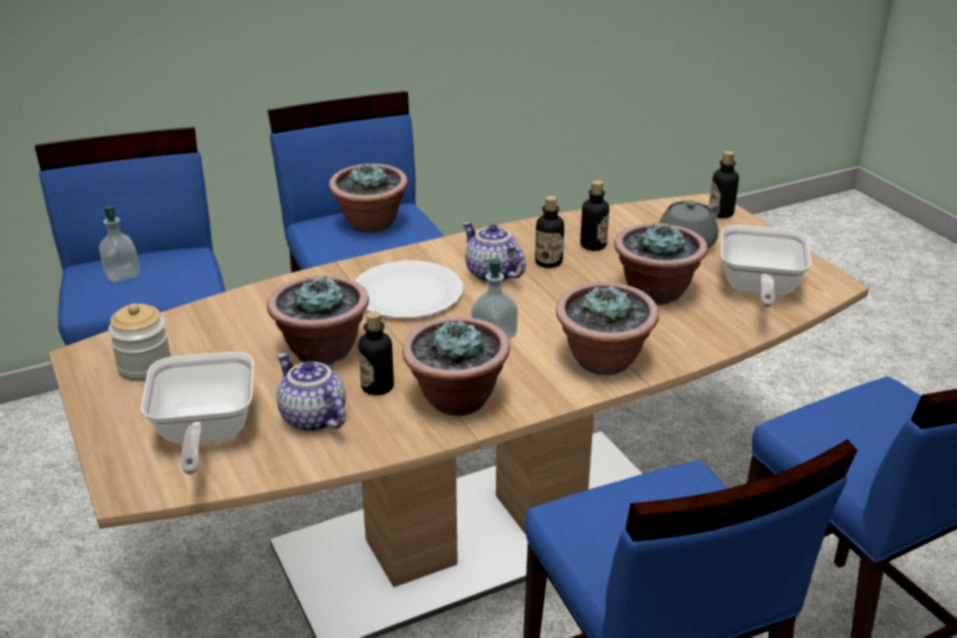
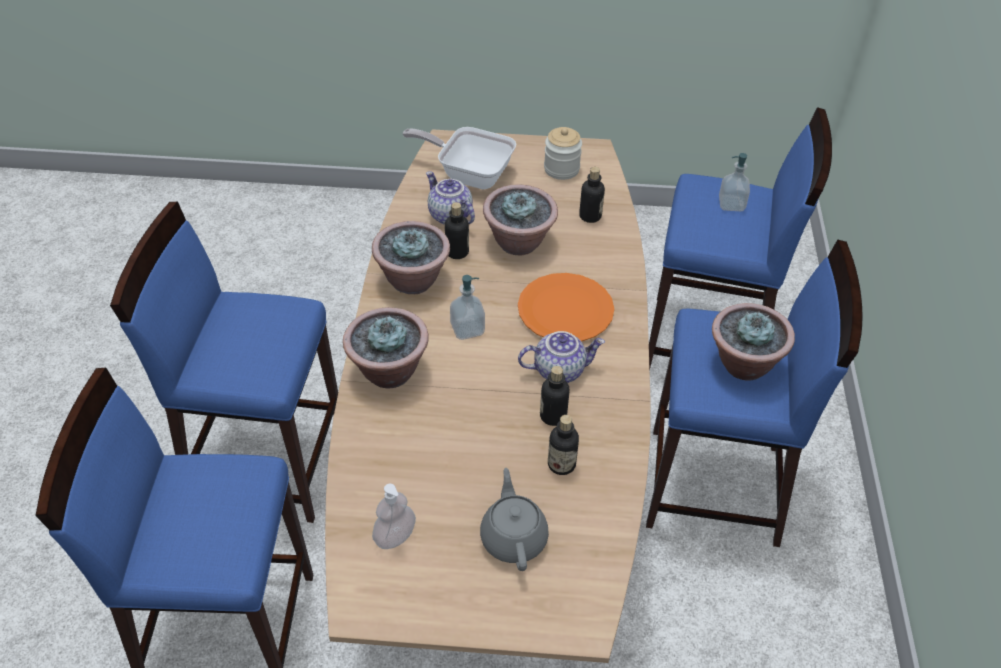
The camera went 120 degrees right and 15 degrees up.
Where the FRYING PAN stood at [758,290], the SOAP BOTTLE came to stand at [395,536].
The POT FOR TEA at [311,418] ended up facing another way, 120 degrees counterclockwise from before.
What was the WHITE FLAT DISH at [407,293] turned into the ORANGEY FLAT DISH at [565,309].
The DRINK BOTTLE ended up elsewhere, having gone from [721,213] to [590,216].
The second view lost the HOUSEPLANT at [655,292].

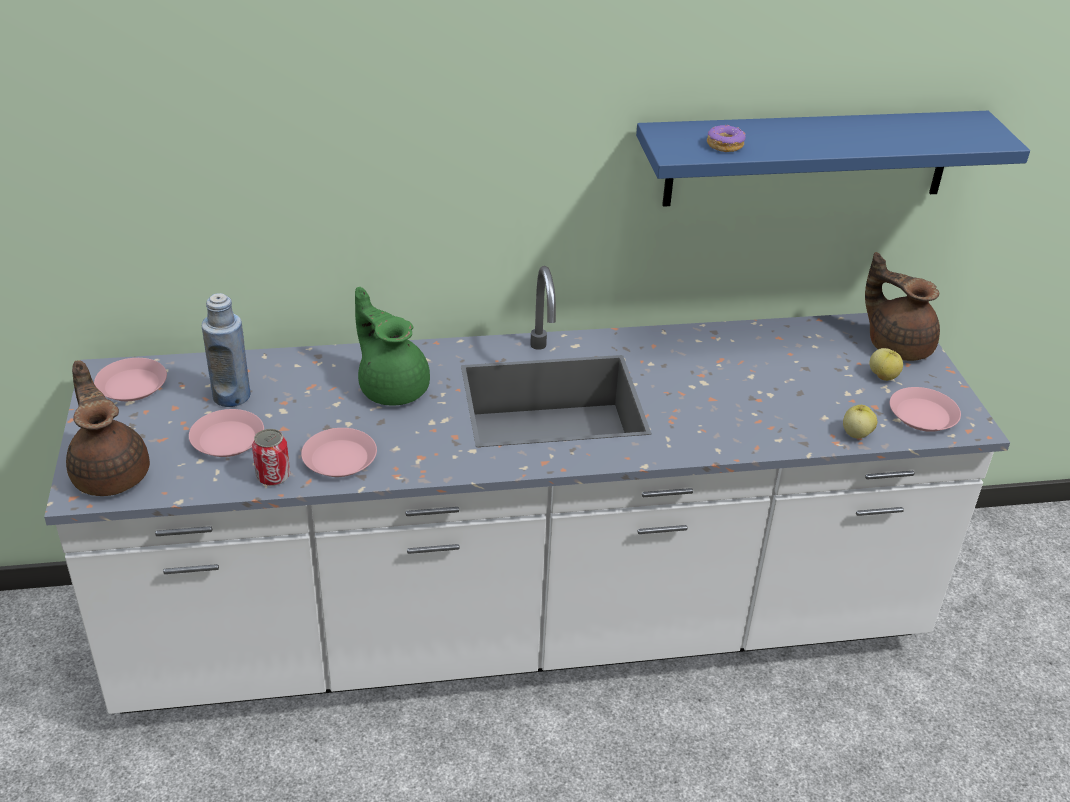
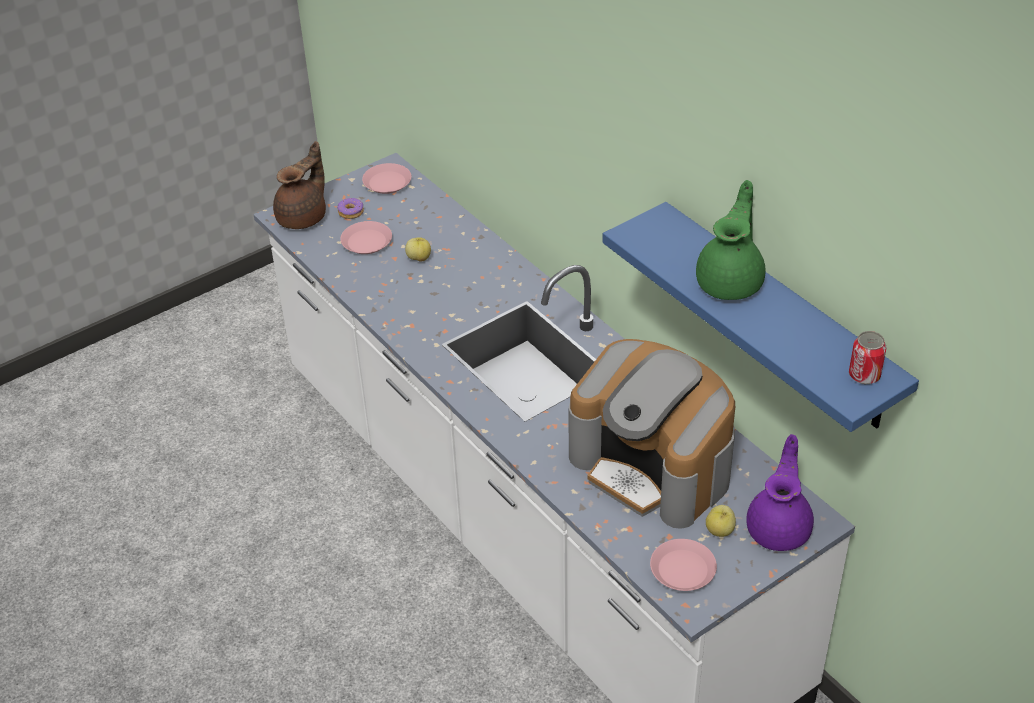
The camera went 65 degrees right and 5 degrees up.
The DONUT ended up elsewhere, having gone from [724,145] to [351,212].
The APPLE FRUIT ended up elsewhere, having gone from [856,434] to [419,258].
The second view gained the COFFEE MAKER at [653,467].
The GREEN POT FOR TEA ended up elsewhere, having gone from [392,387] to [731,282].
What was the BROWN-COLOURED POT FOR TEA at [897,345] turned into the PURPLISH POT FOR TEA at [779,528].
The METAL CAN ended up elsewhere, having gone from [273,476] to [864,375].
The second view lost the BLUE DRINK BOTTLE at [231,396].
The second view lost the PINKISH FLAT DISH at [340,459].

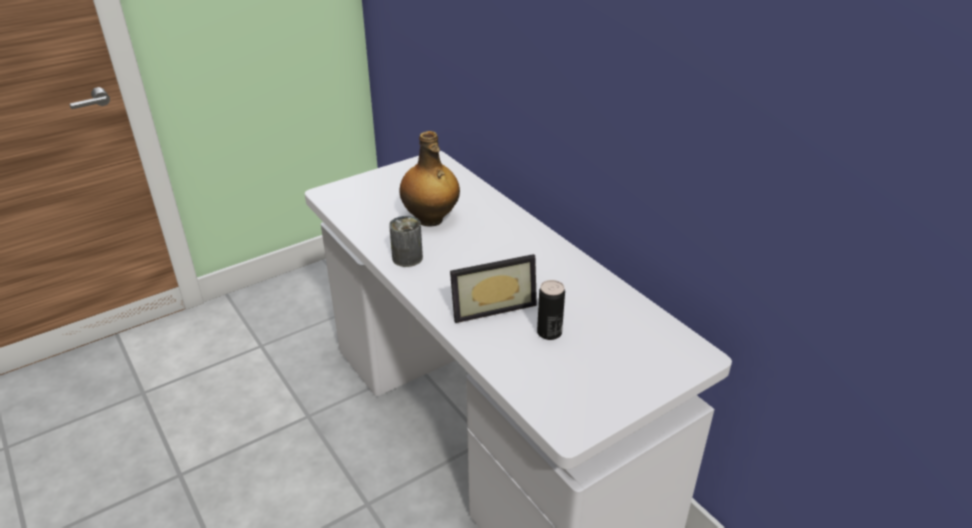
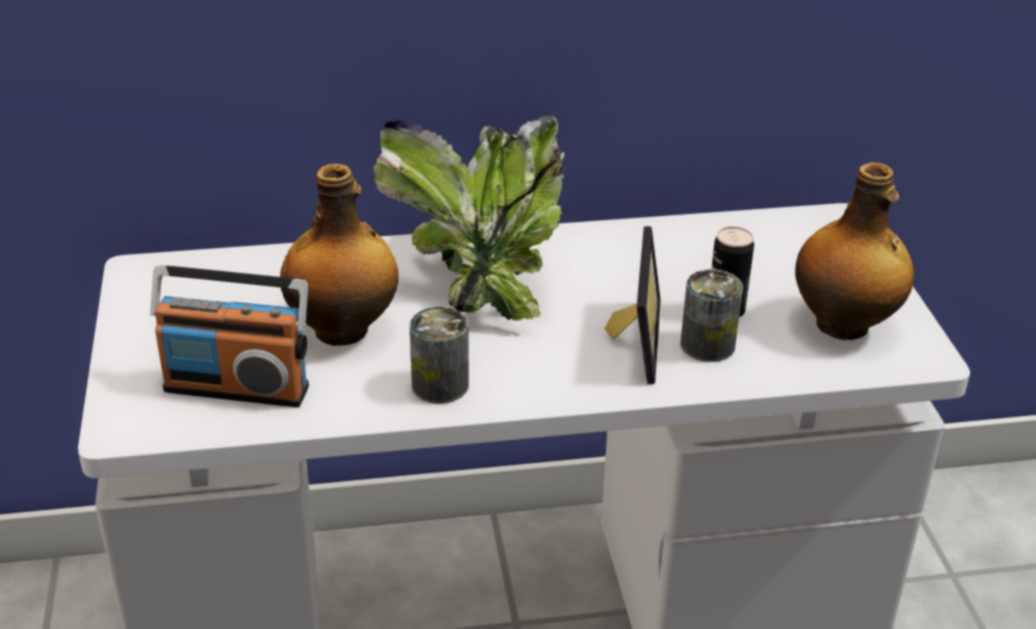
The camera went 65 degrees left and 0 degrees up.
The second view gained the RADIO at [237,387].
The second view gained the HOUSEPLANT at [482,278].
The second view gained the METAL CAN at [707,345].
The second view gained the DRINK BOTTLE at [844,326].

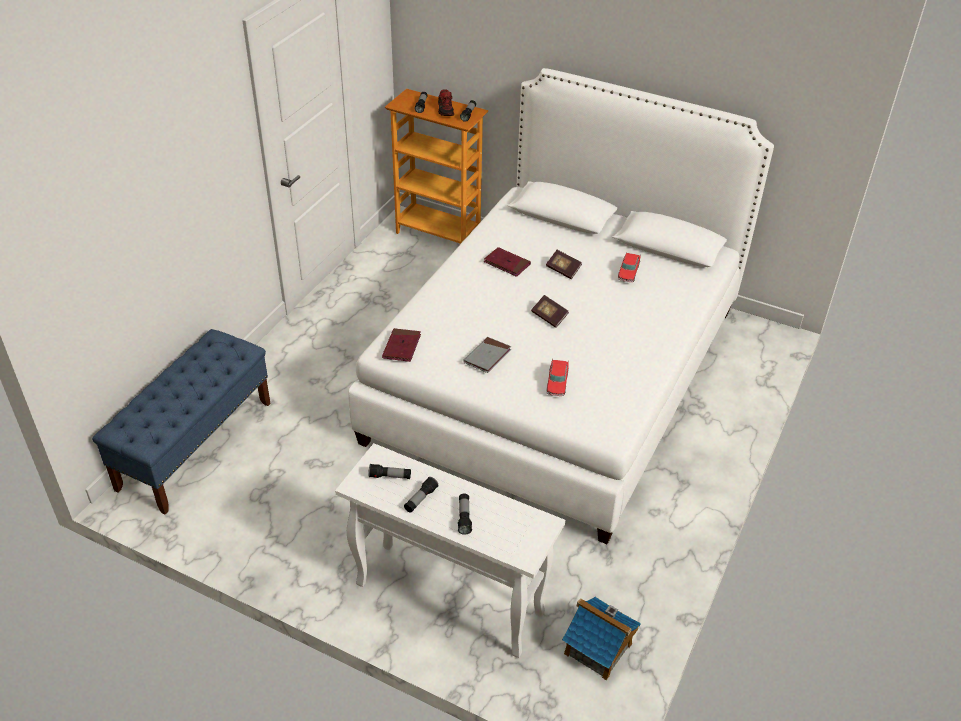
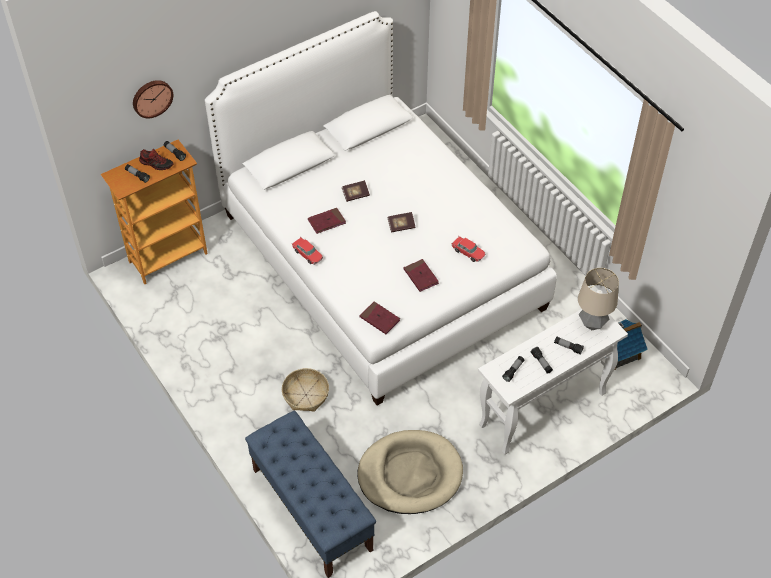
The camera went 60 degrees left and 10 degrees up.
The second view gained the CLOCK ON THE WALL at [151,97].
The second view gained the BASKET at [305,395].
The MODEL CAR ended up elsewhere, having gone from [628,272] to [307,254].
The second view gained the BEIGE-COLOURED PET BED at [410,474].
What was the GREYISH BOOK at [487,357] turned into the REDDISH BOOK at [421,276].
The second view gained the TABLE LAMP at [592,324].

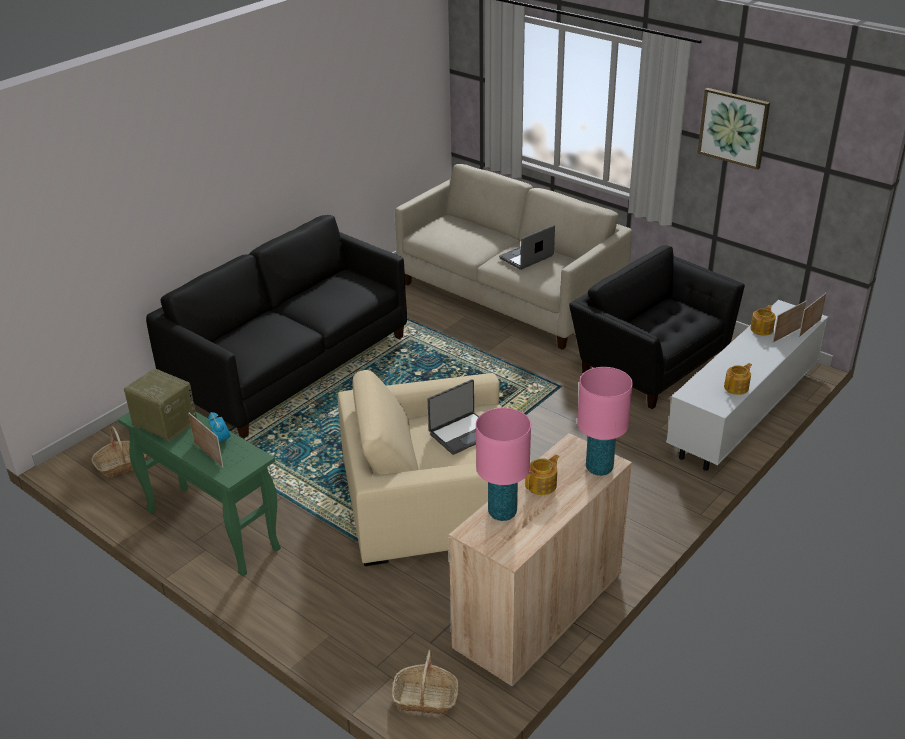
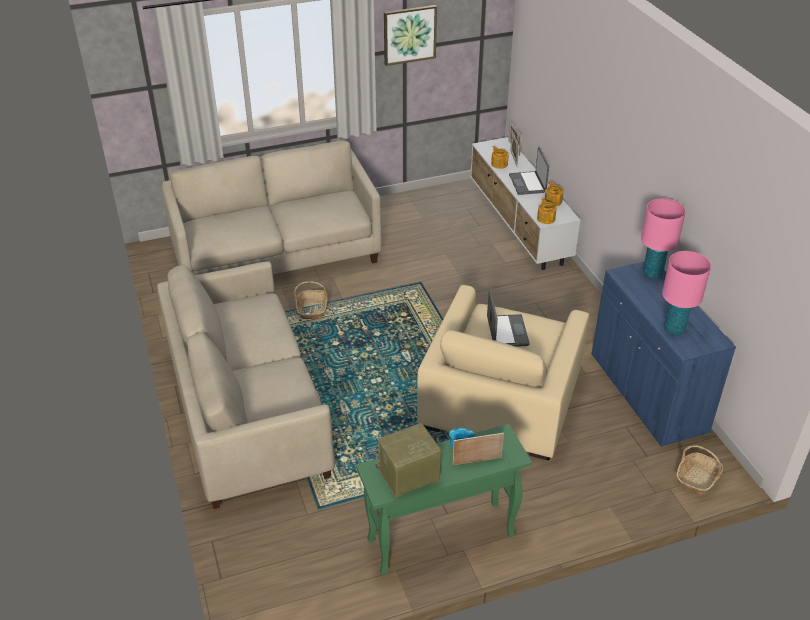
The camera went 60 degrees left and 5 degrees up.
What was the BLACK SETTEE at [290,365] turned into the BEIGE-COLOURED SETTEE at [247,412].
The BASKET ended up elsewhere, having gone from [121,465] to [312,309].
The PORTABLE COMPUTER ended up elsewhere, having gone from [527,258] to [528,184].
The POT FOR TEA ended up elsewhere, having gone from [542,485] to [546,218].
What was the BEIGE-COLOURED CABINET at [538,611] turned into the BLUE CABINET at [647,393].
The second view lost the BLACK LOUNGE CHAIR at [651,362].

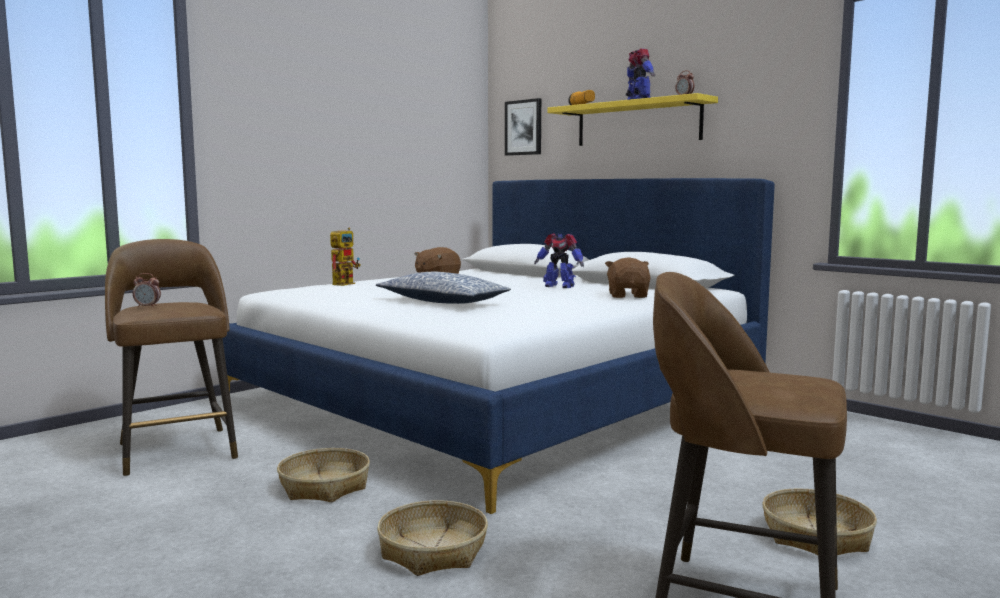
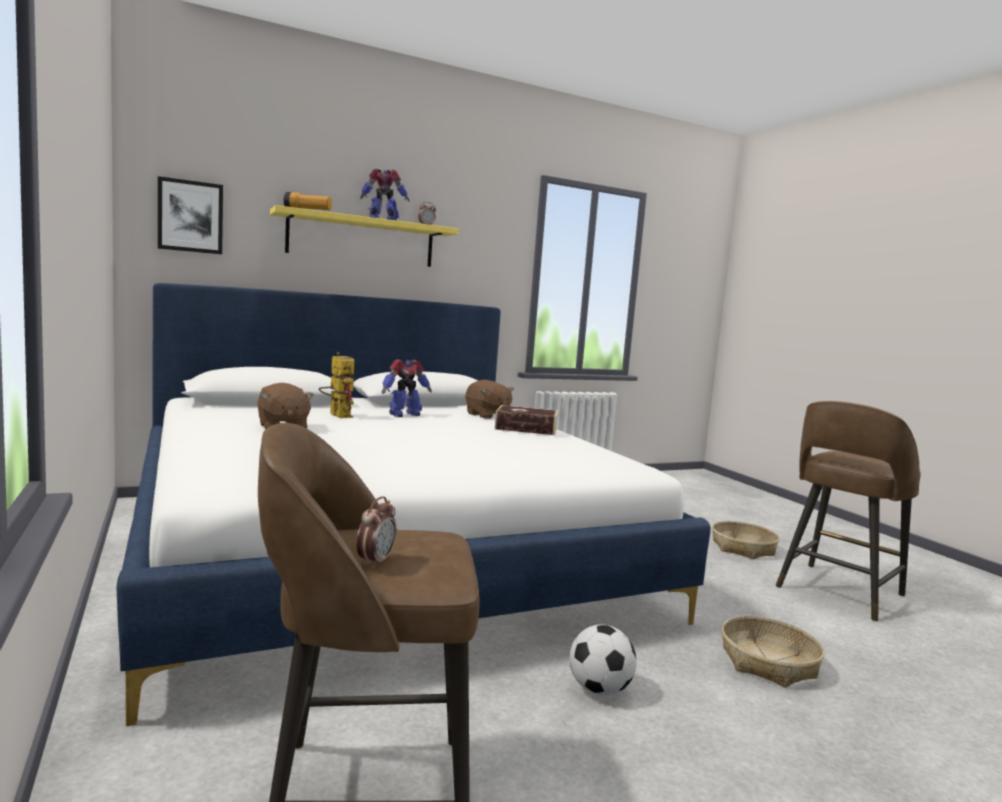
The camera went 70 degrees left and 0 degrees up.
The ROBOT FIGURE ended up elsewhere, having gone from [345,283] to [336,415].
The BROWN-COLOURED SOFT TOY at [628,295] ended up facing another way, 150 degrees counterclockwise from before.
The second view gained the BOOK at [526,428].
Where the BASKET stood at [324,487], the FOOTBALL came to stand at [599,689].
The second view lost the CUSHION at [442,302].

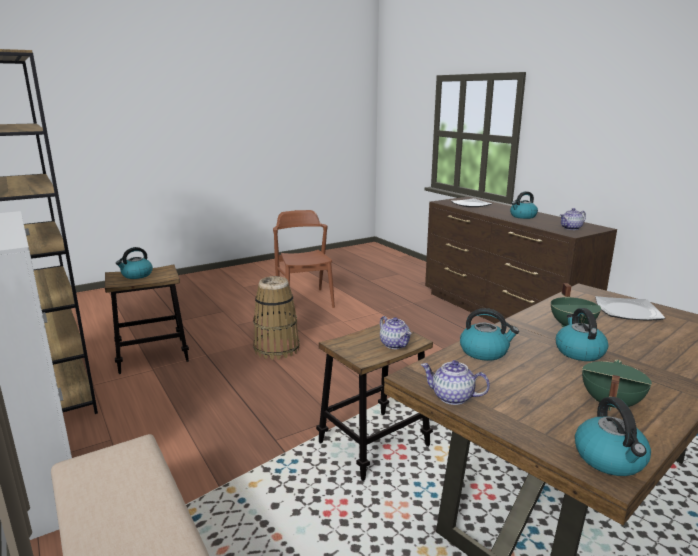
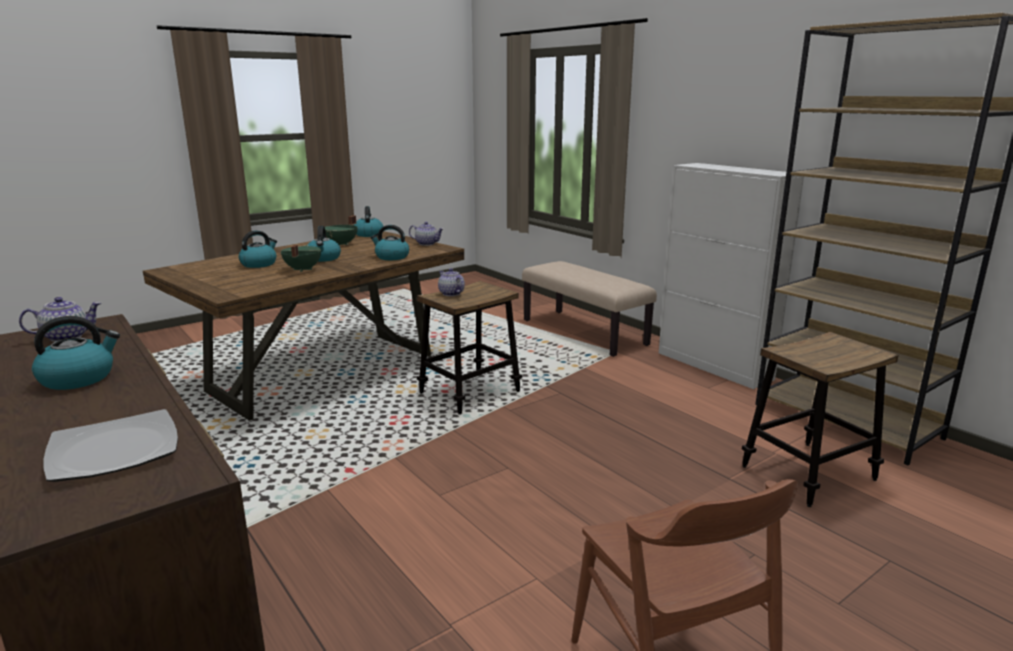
The camera went 175 degrees right and 0 degrees up.
The WATER KETTLE ended up elsewhere, having gone from [136,275] to [259,264].
The second view lost the BASKET at [277,349].
The second view lost the FLAT DISH at [627,311].

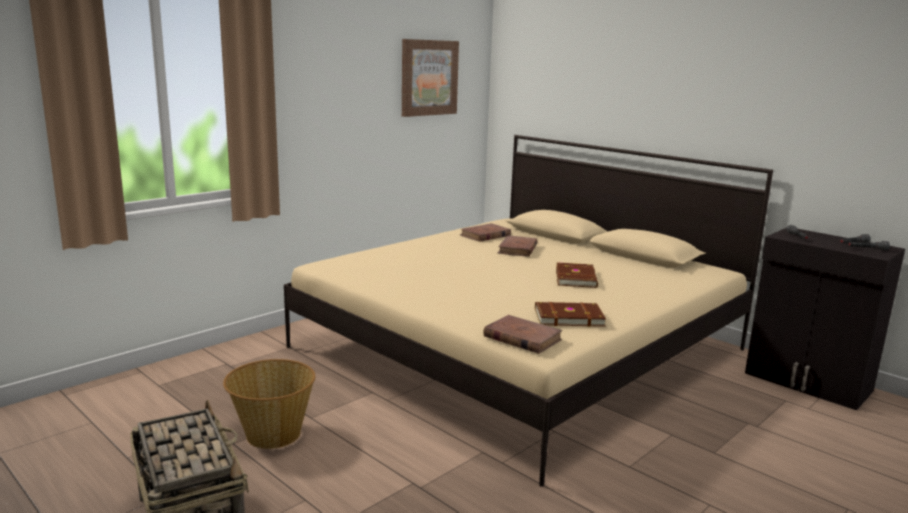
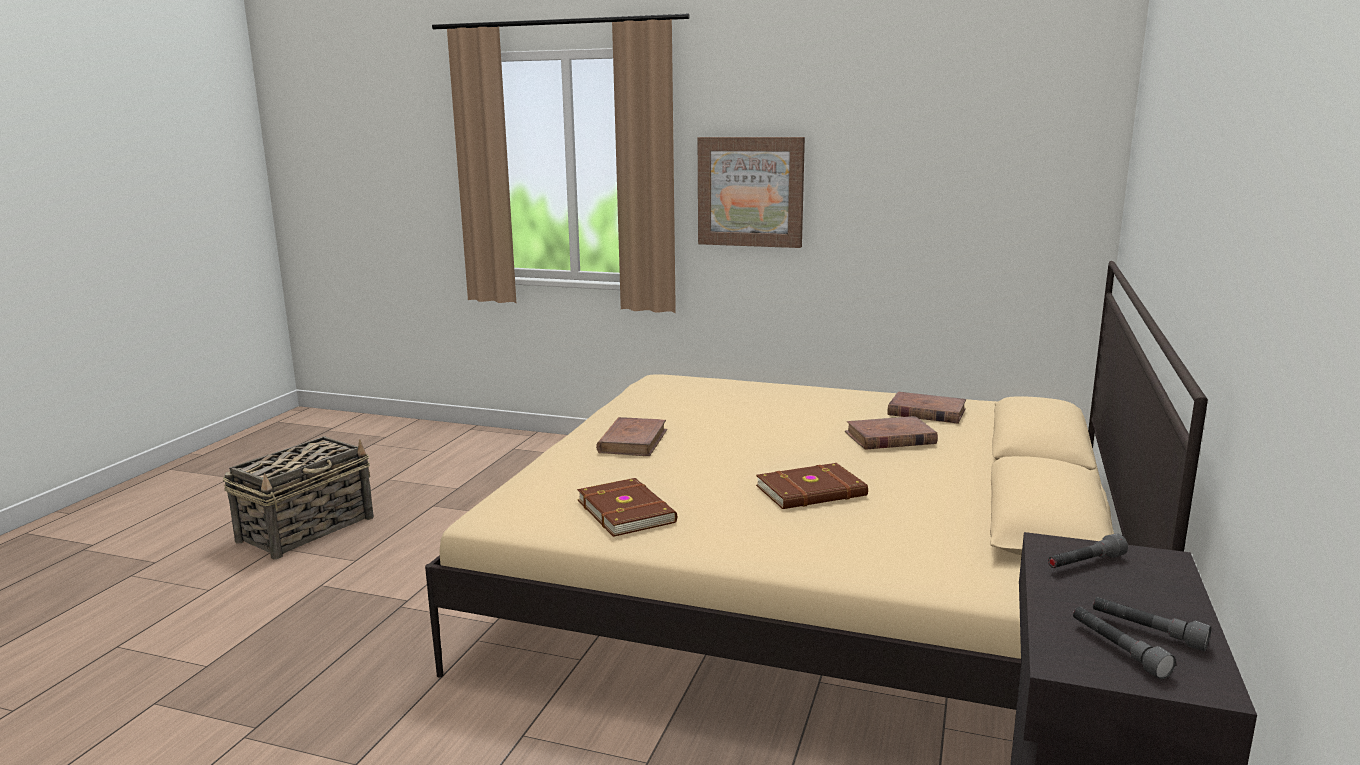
The camera went 65 degrees right and 0 degrees up.
The BROWN-COLOURED BOOK ended up elsewhere, having gone from [522,338] to [633,441].
The WALL ART ended up elsewhere, having gone from [428,77] to [750,191].
The second view lost the BASKET at [272,434].

